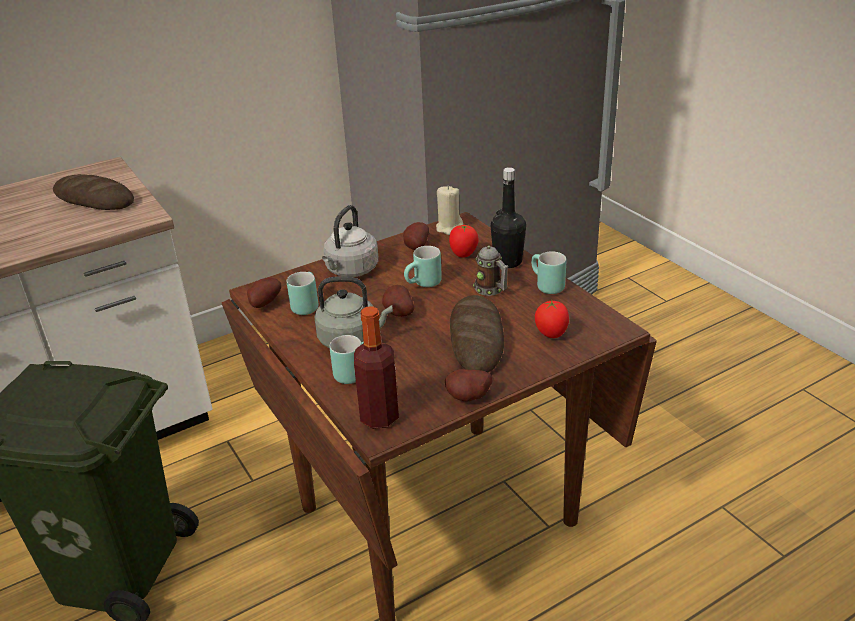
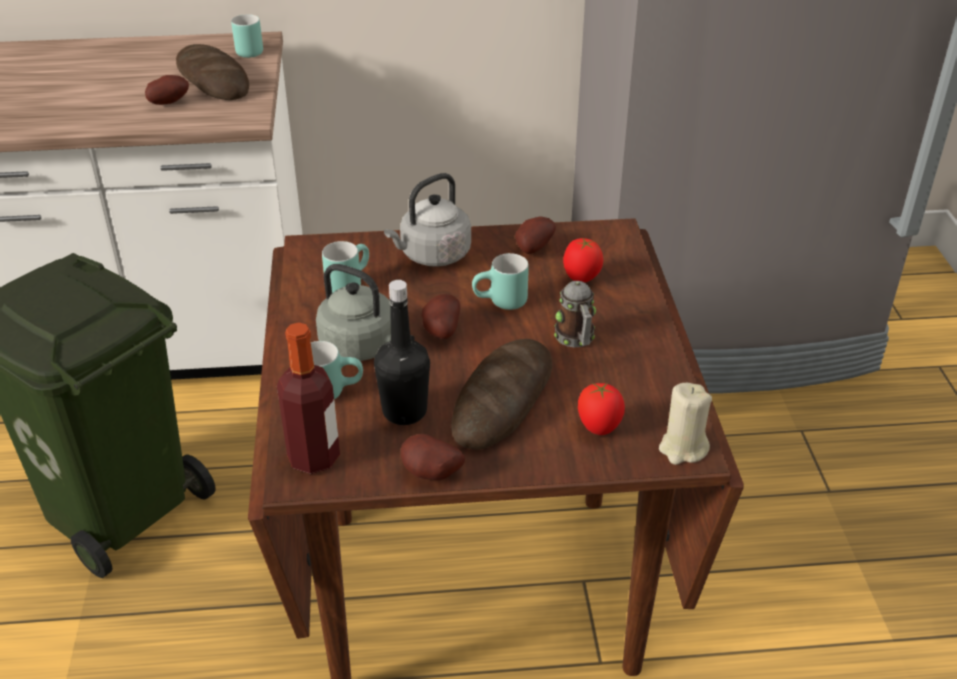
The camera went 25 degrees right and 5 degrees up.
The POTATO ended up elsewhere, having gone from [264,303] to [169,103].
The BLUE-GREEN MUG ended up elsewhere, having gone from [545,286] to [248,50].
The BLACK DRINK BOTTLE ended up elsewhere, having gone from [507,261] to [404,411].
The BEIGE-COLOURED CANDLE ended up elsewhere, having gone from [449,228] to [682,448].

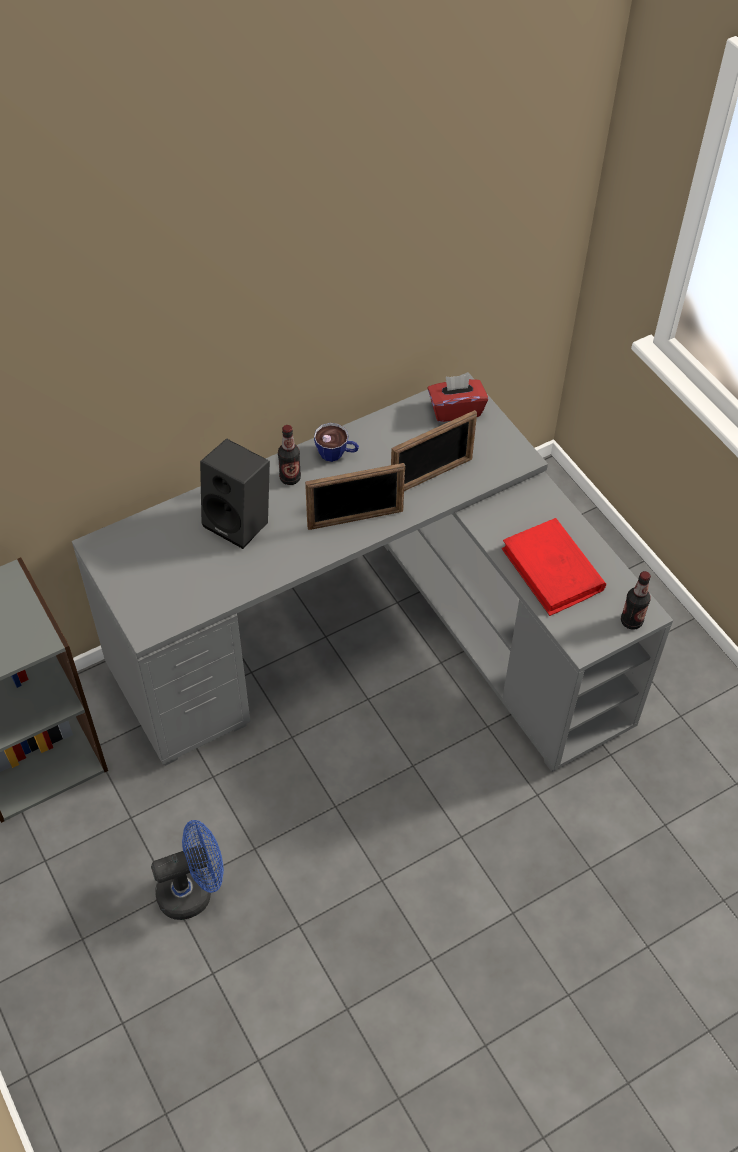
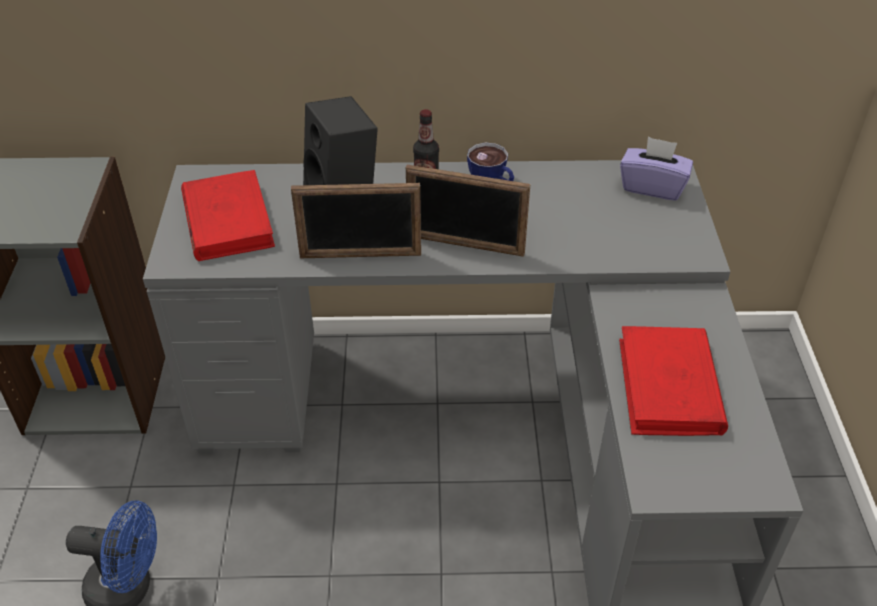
The camera went 30 degrees right and 10 degrees down.
The second view gained the REDDISH BOOK at [228,220].
The PHOTO FRAME ended up elsewhere, having gone from [431,476] to [360,255].
What was the REDDISH TISSUE BOX at [455,410] turned into the PURPLISH TISSUE BOX at [652,187].
The second view lost the DRINK BOTTLE at [631,621].

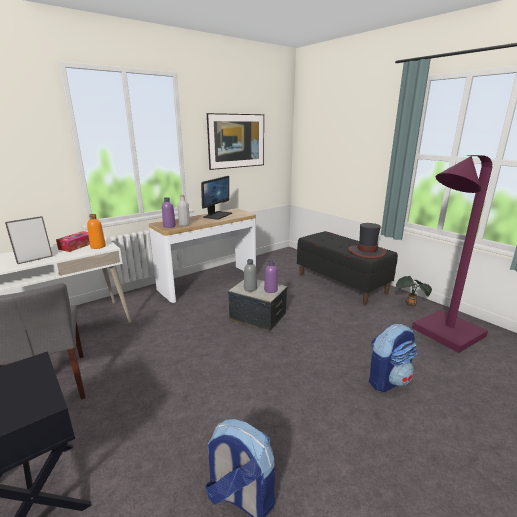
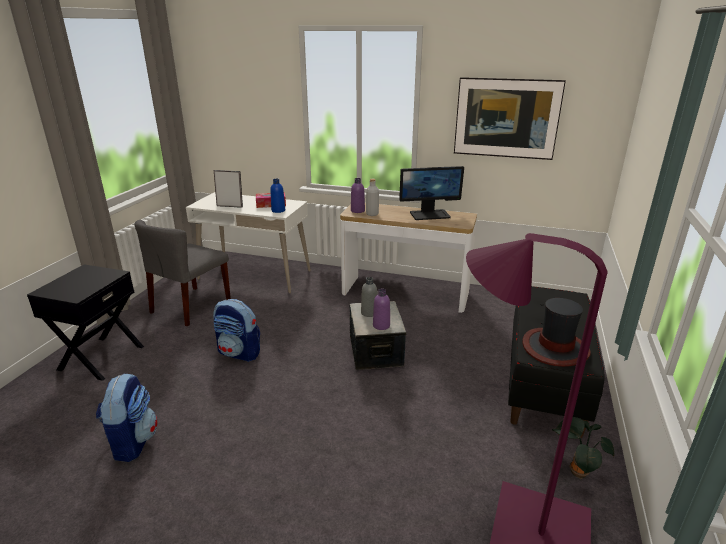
The camera went 55 degrees right and 5 degrees up.
The BACKPACK ended up elsewhere, having gone from [388,380] to [239,353].
What was the ORANGEY DRINK BOTTLE at [98,246] turned into the BLUE DRINK BOTTLE at [278,210].

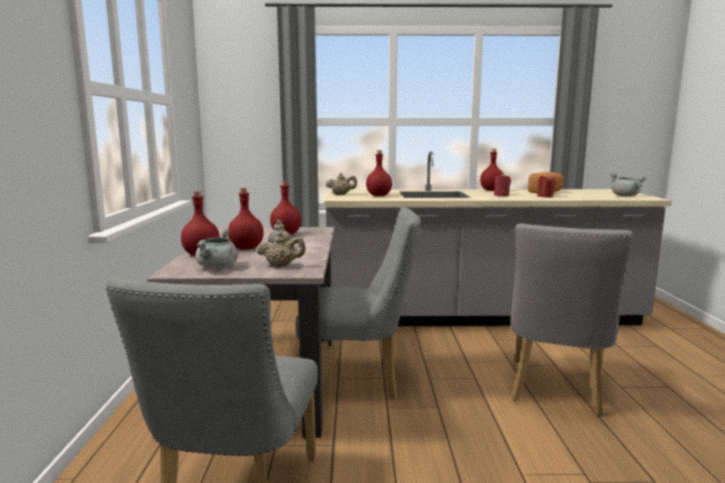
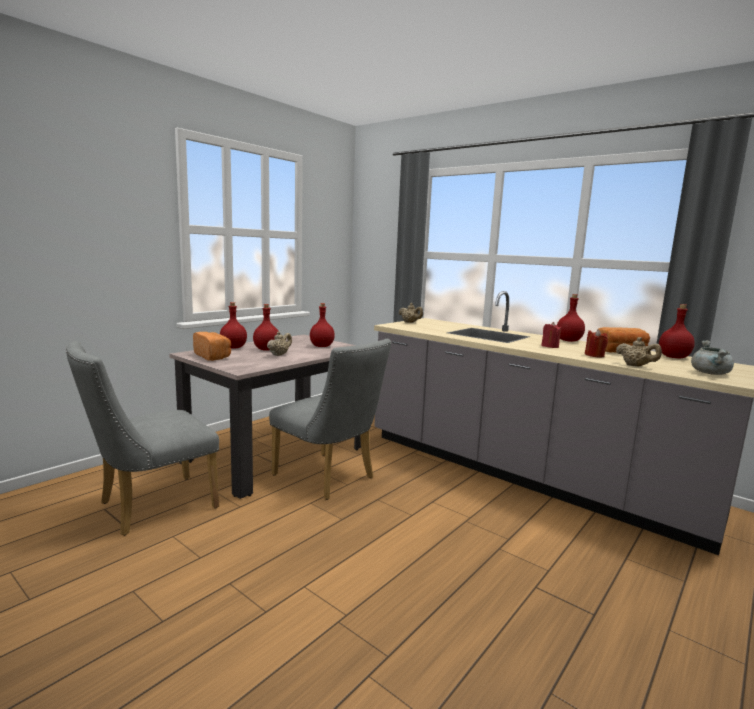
The camera went 40 degrees right and 0 degrees up.
Where the GREYISH SAUCEPOT stood at [217,267], the BREAD came to stand at [213,356].
The BEIGE-COLOURED POT FOR TEA ended up elsewhere, having gone from [281,266] to [636,366].
The REDDISH DRINK BOTTLE ended up elsewhere, having gone from [379,195] to [674,357].
The second view lost the GREYISH PLAIN CHAIR at [555,390].

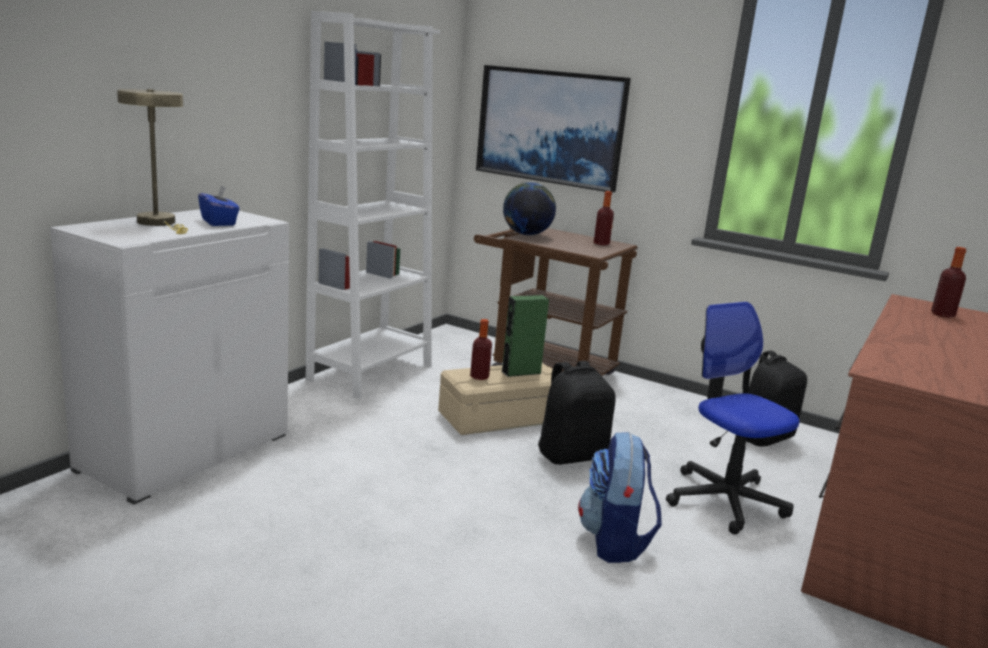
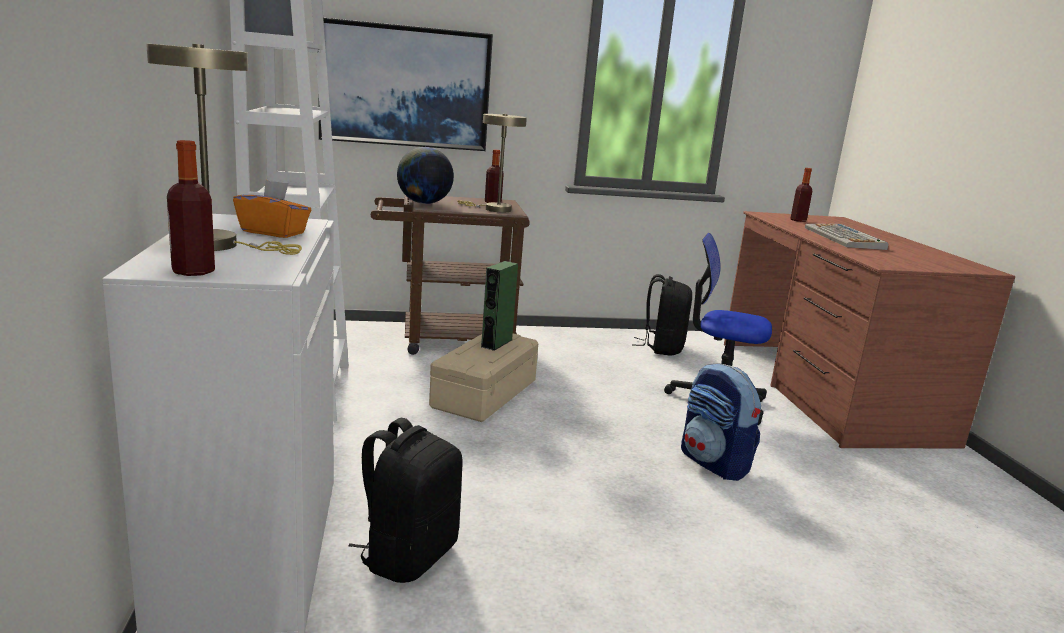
The camera went 40 degrees left and 0 degrees up.
The DRINK BOTTLE ended up elsewhere, having gone from [479,377] to [193,271].
What was the BLUE TISSUE BOX at [219,222] turned into the ORANGEY TISSUE BOX at [274,232].
The BLACK BACKPACK ended up elsewhere, having gone from [571,455] to [408,555].
The second view gained the BEIGE-COLOURED TABLE LAMP at [493,209].
The second view gained the PC KEYBOARD at [844,238].

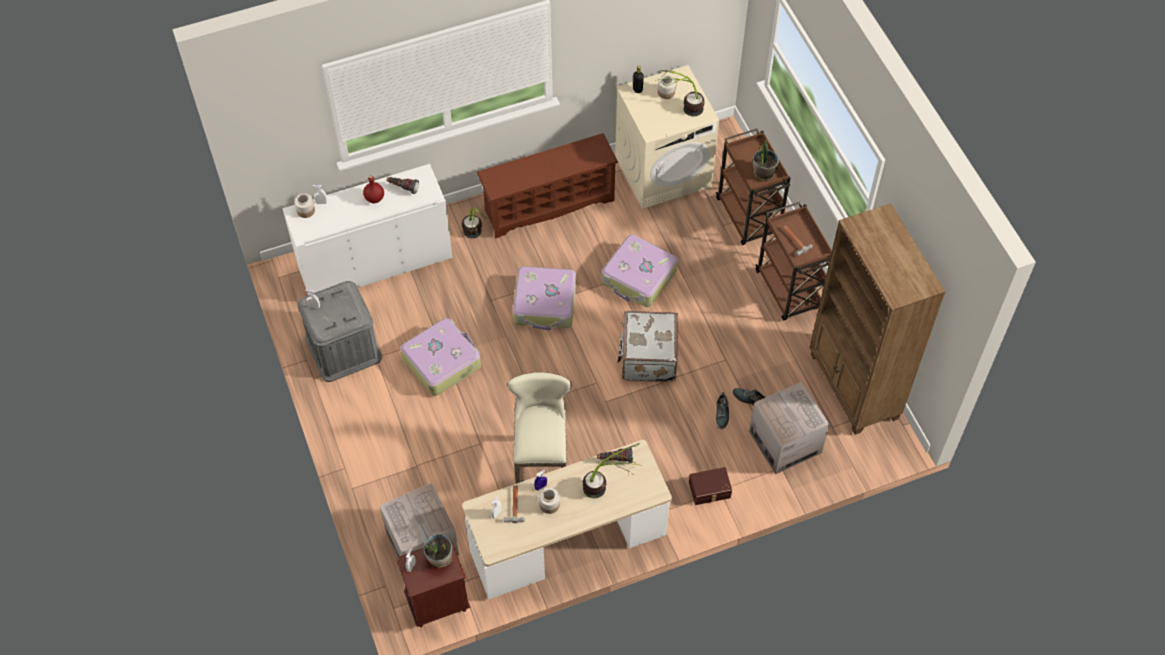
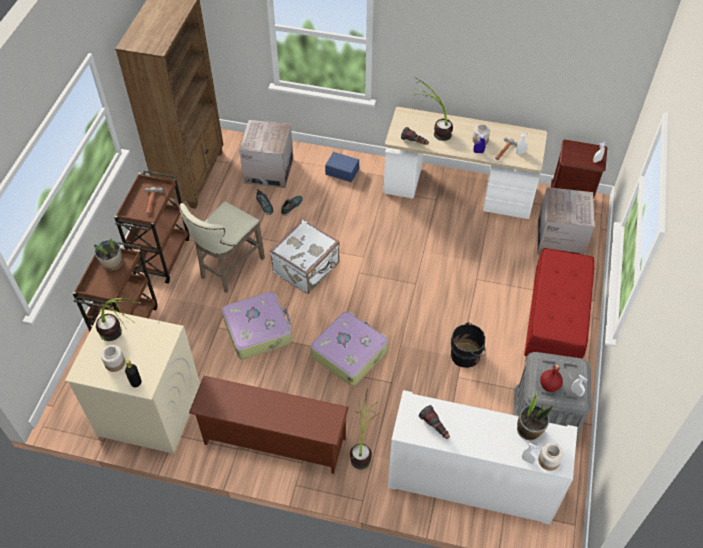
The camera went 145 degrees left and 5 degrees down.
The BEIGE-COLOURED STOOL ended up elsewhere, having gone from [541,462] to [228,269].
What was the BROWN-COLOURED STORAGE BOX at [710,490] turned into the BLUE STORAGE BOX at [342,171].
Where the PIECE OF LUGGAGE stood at [442,361], the BLACK BUCKET came to stand at [467,355].
The HOUSEPLANT ended up elsewhere, having gone from [440,558] to [529,430].
The second view gained the REDDISH INDOOR BENCH at [554,325].
The REDDISH DRINK BOTTLE ended up elsewhere, having gone from [374,198] to [550,385].

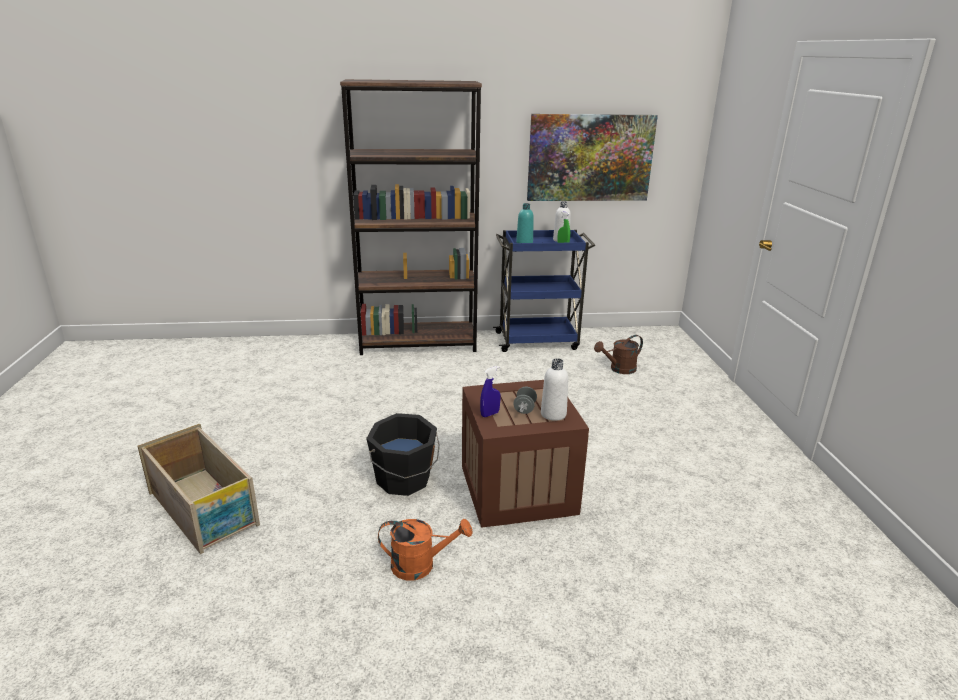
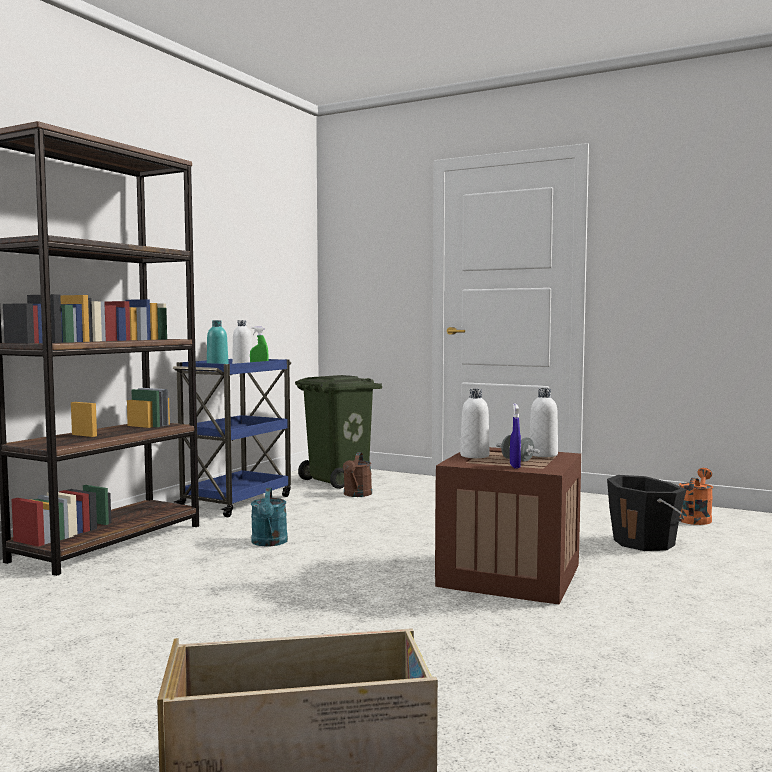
The camera went 55 degrees left and 20 degrees down.
The second view gained the BLUE-GREEN WATERING POT at [269,543].
The second view gained the GREEN TRASH CAN at [340,481].
The second view gained the WHITE DRINK BOTTLE at [474,456].
The BLACK BUCKET ended up elsewhere, having gone from [404,480] to [645,542].
The ORANGEY WATERING POT ended up elsewhere, having gone from [421,565] to [695,518].
The second view lost the WALL ART at [590,158].

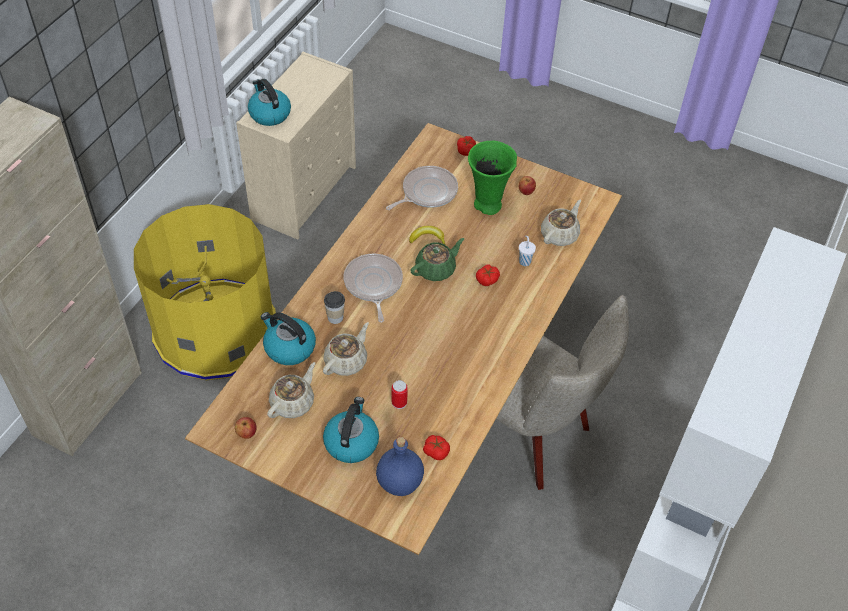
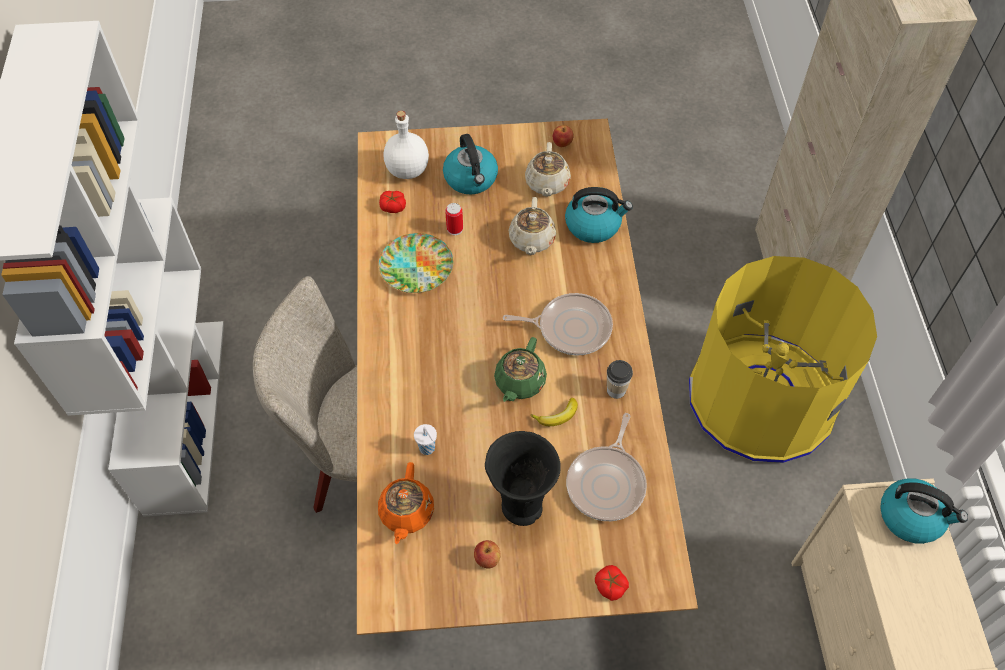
The camera went 150 degrees right and 5 degrees up.
What was the BEIGE-COLOURED POT FOR TEA at [560,234] turned into the ORANGEY POT FOR TEA at [406,513].
The second view gained the FLAT DISH at [416,267].
What was the BLUE DRINK BOTTLE at [400,483] turned into the WHITE DRINK BOTTLE at [406,170].
What was the GREEN FLOWER VASE at [488,206] turned into the BLACK FLOWER VASE at [520,506].
The FRYING PAN at [373,284] ended up facing another way, 45 degrees counterclockwise from before.
The CUP ended up elsewhere, having gone from [335,317] to [616,390].
The second view lost the FRESH TOMATO at [487,279].

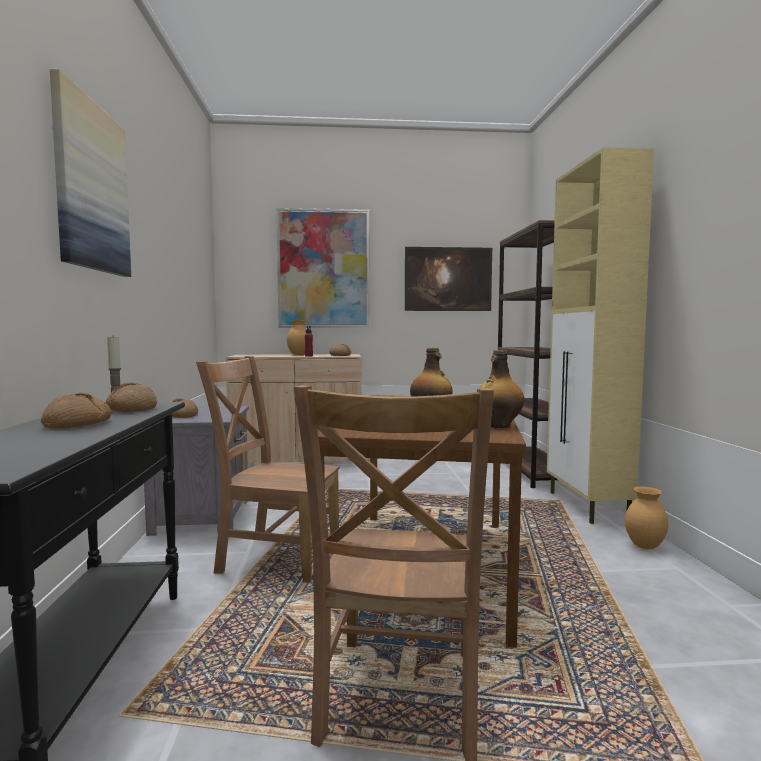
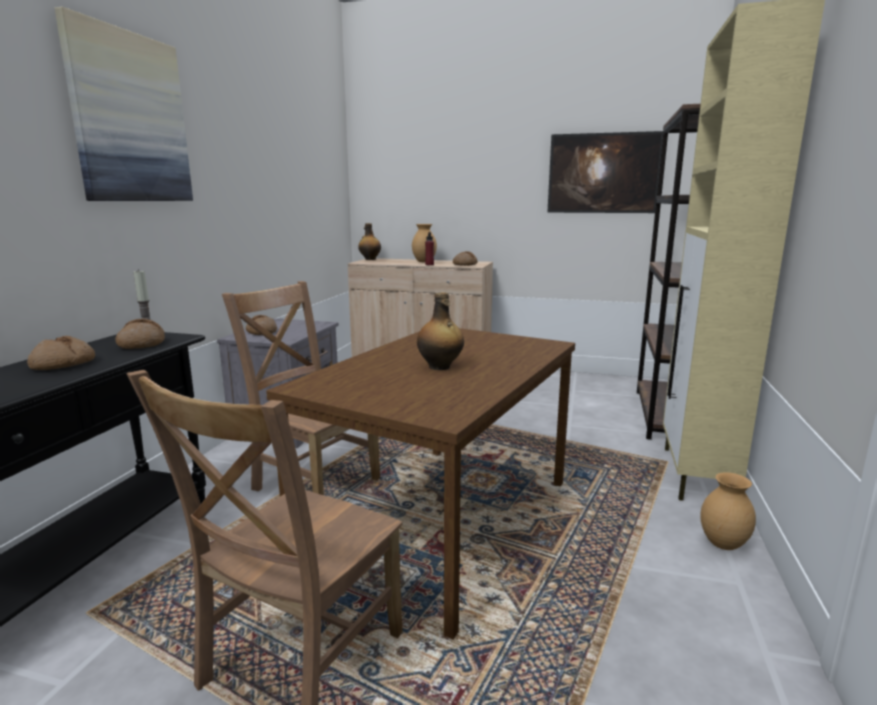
The camera went 20 degrees right and 10 degrees up.
The DRINK BOTTLE ended up elsewhere, having gone from [498,426] to [370,259].
The second view lost the WALL ART at [323,269].

